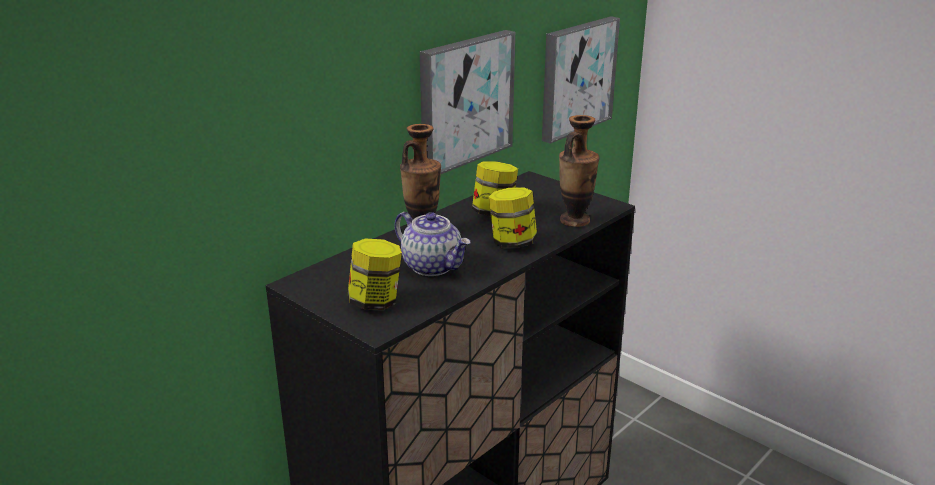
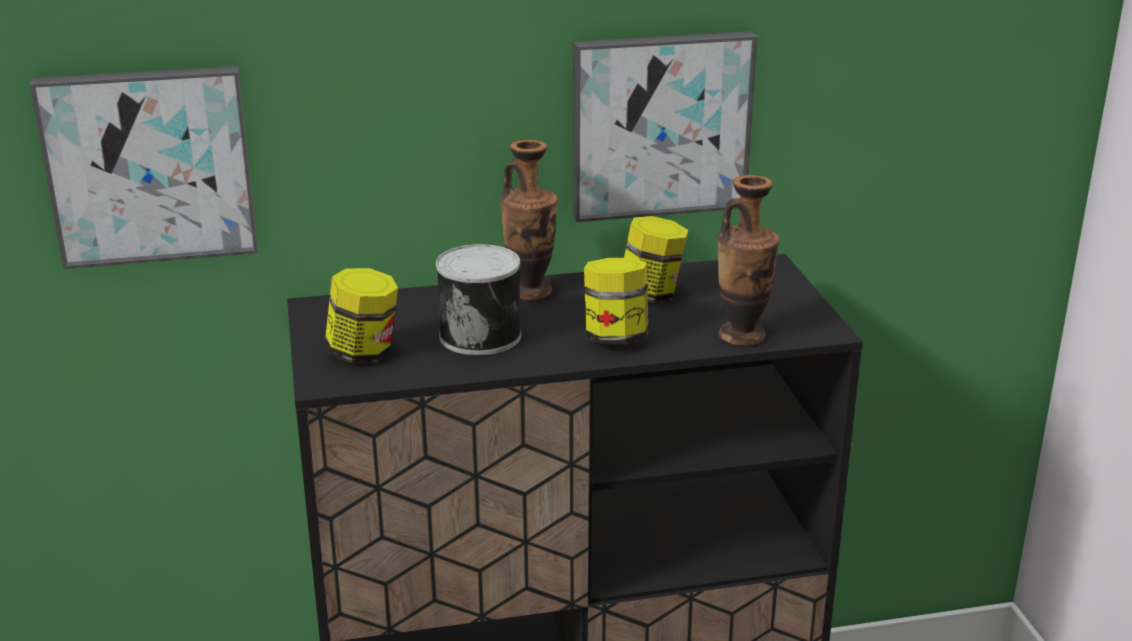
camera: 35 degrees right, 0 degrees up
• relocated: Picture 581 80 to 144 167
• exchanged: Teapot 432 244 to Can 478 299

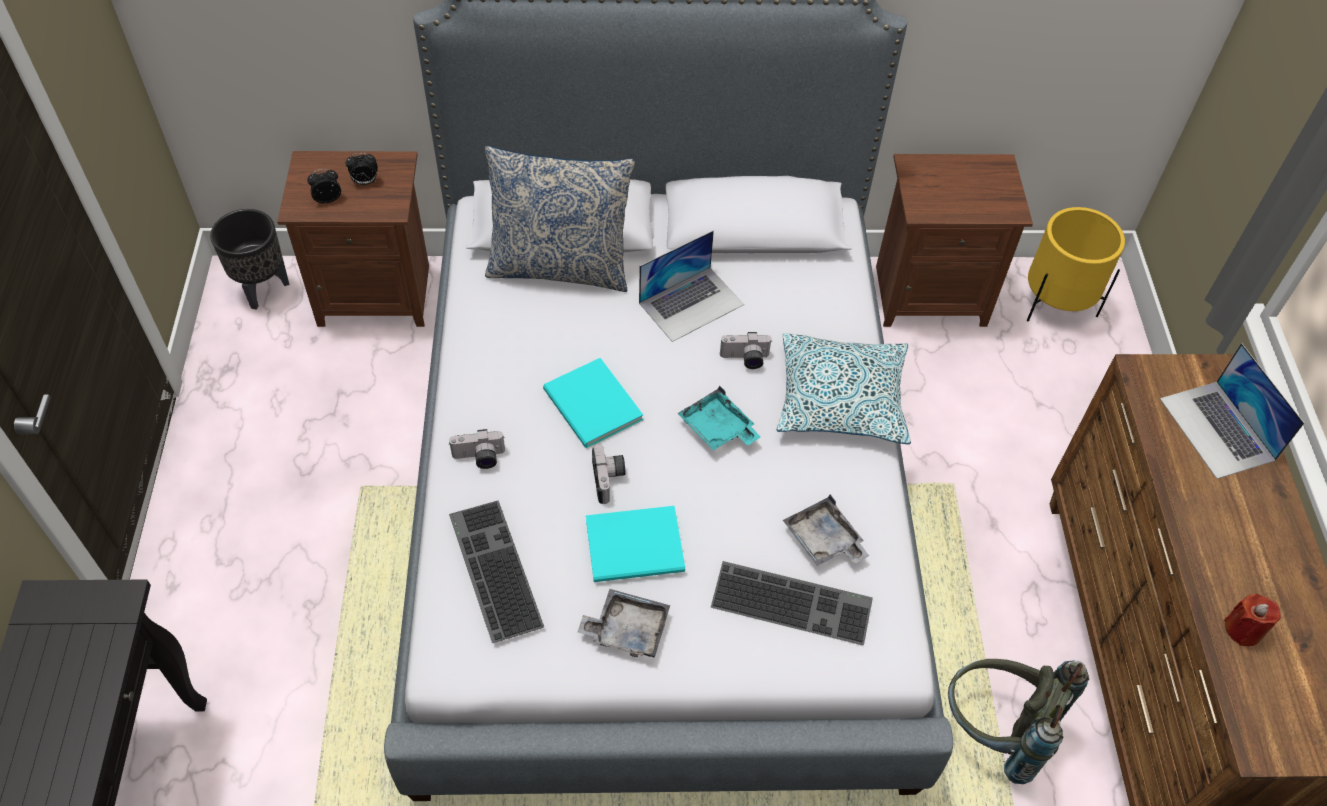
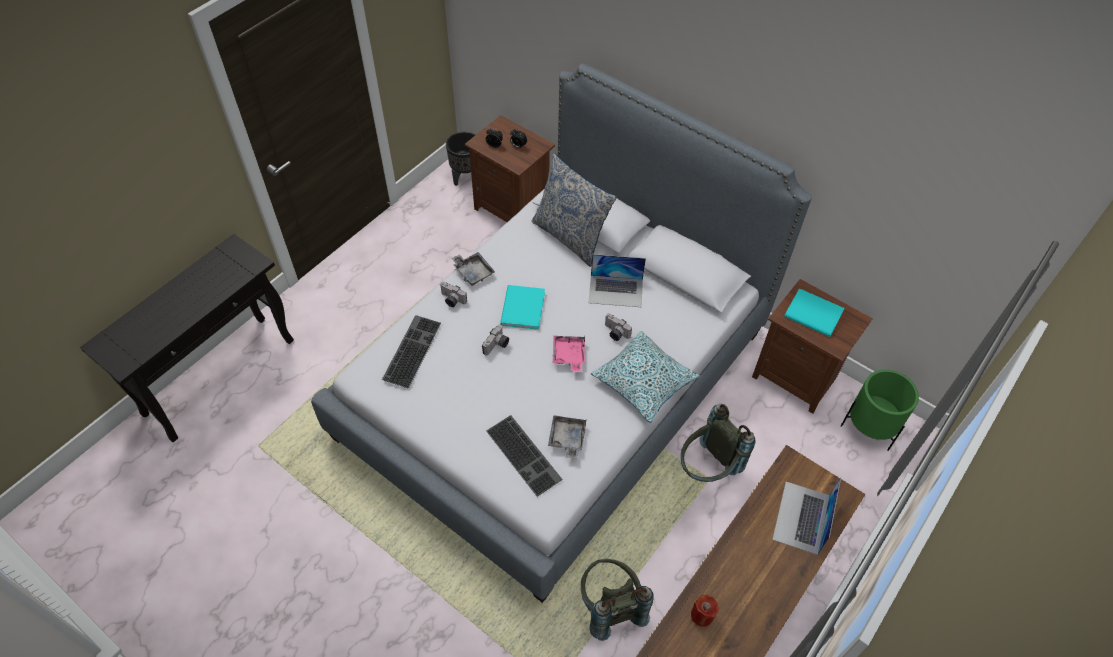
camera: 40 degrees right, 0 degrees up
• colour: YellowPlanter 1076 264 to GreenPlanter 880 410
• colour: TurquoiseTray 719 418 to PinkTray 569 354
• relocated: TurquoiseBook 635 544 to 814 312
• relocated: GreyTray 623 623 to 473 269
• appeared: GreyBackpack 718 443

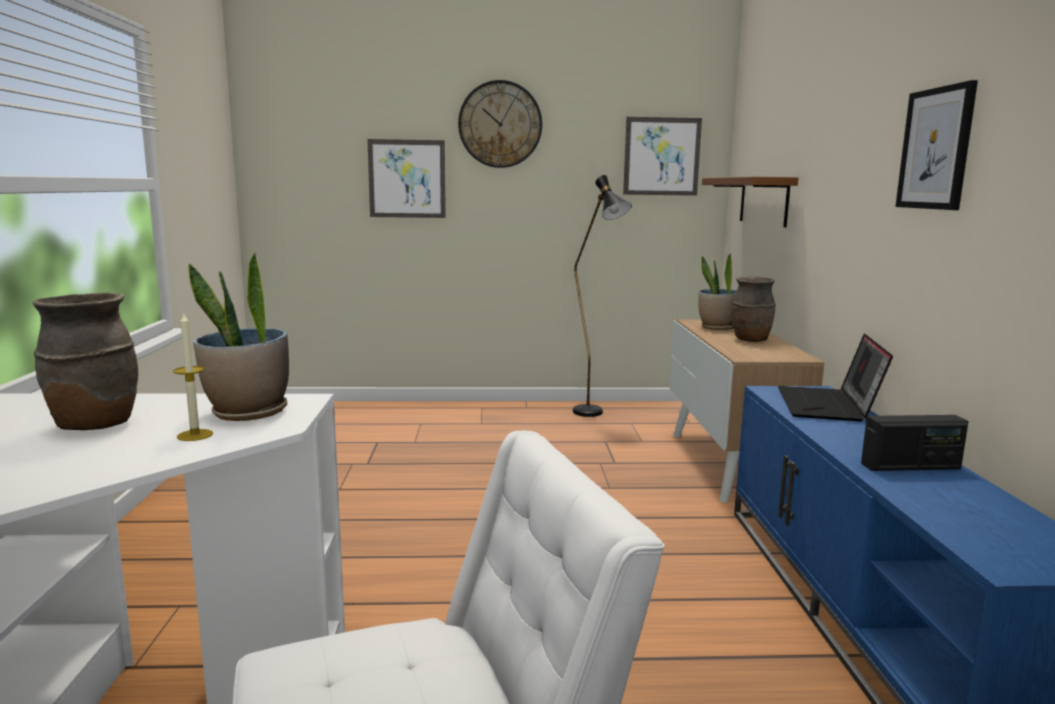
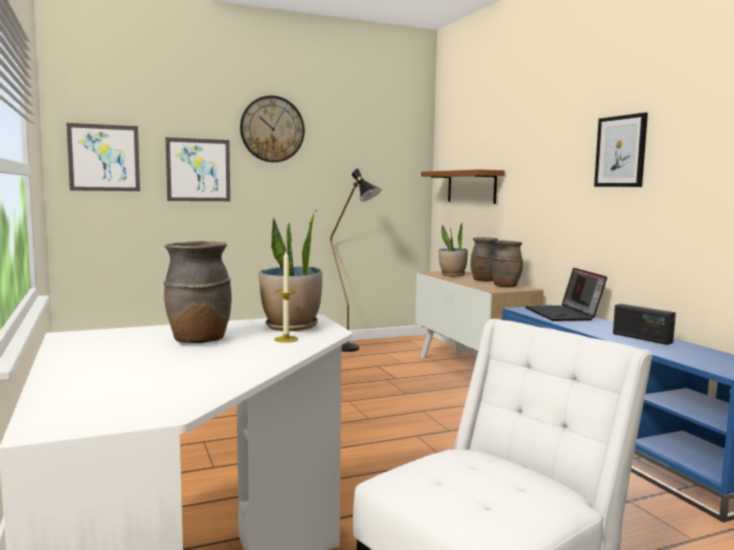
camera: 20 degrees left, 5 degrees down
• relocated: Picture 662 156 to 103 157
• spun: Radio 915 443 = 644 324 75 degrees clockwise
• appeared: BrownVase 507 263

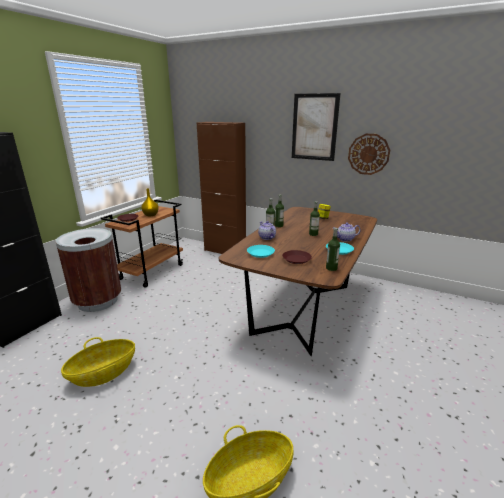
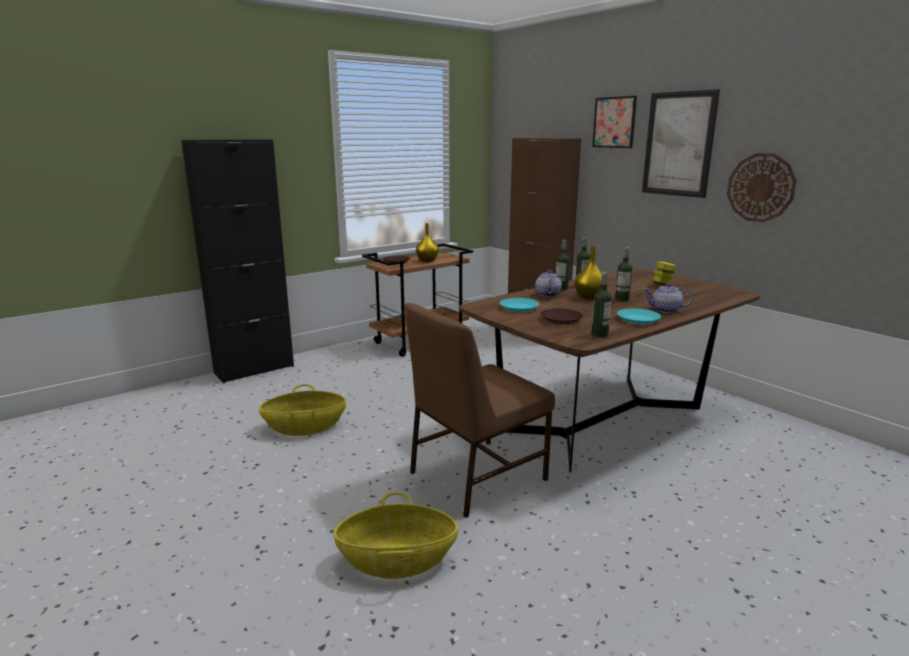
camera: 25 degrees right, 5 degrees down
• missing: BrownTrashCan 88 270
• appeared: Picture 614 122
• appeared: YellowVase 588 273
• appeared: BrownChair 480 410

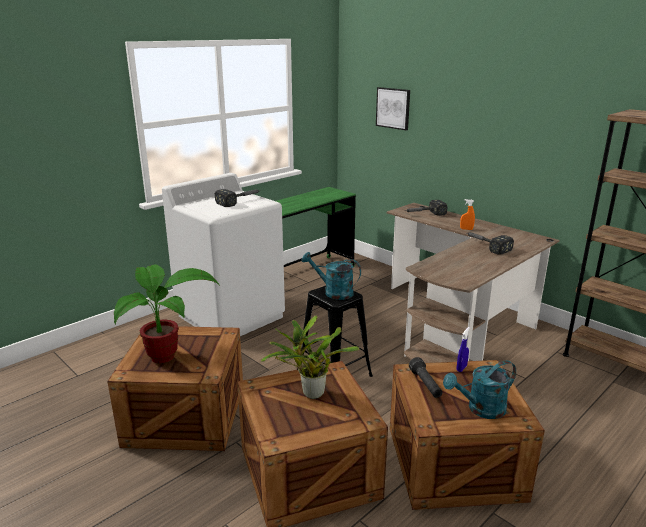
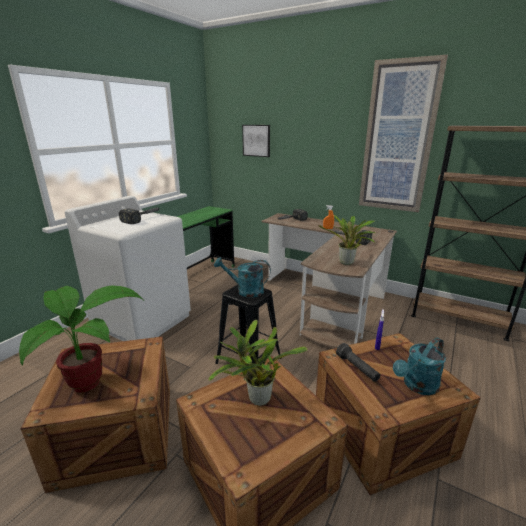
camera: 15 degrees left, 0 degrees up
• appeared: Picture 403 133
• appeared: PottedPlant 347 240

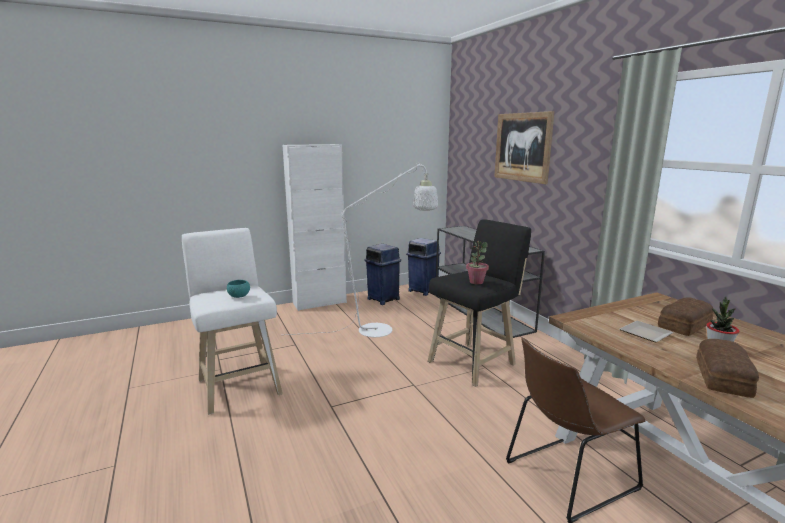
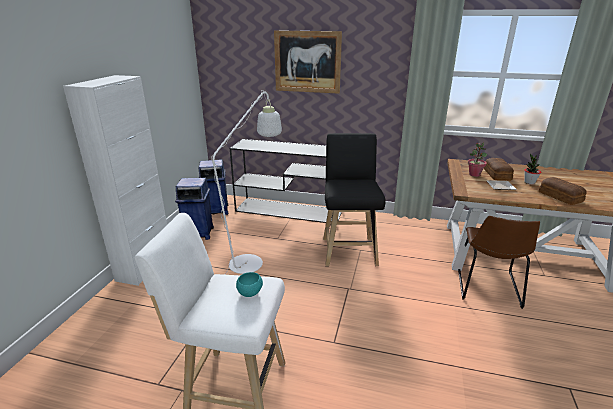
camera: 50 degrees left, 10 degrees up
• relocated: PottedPlant 477 262 to 477 159

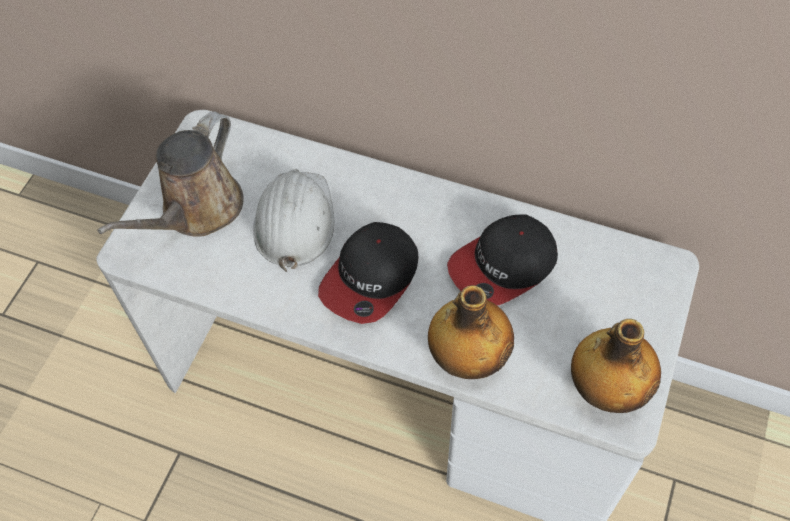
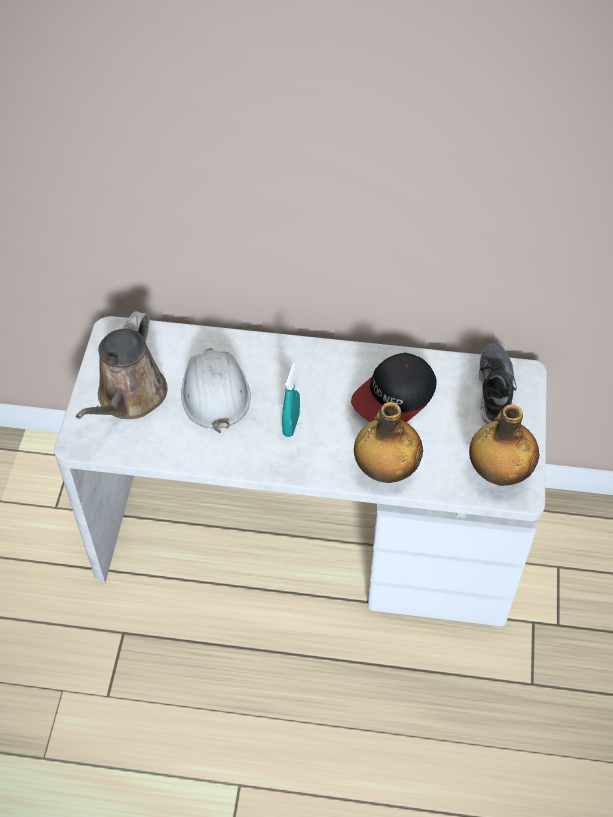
camera: 15 degrees left, 5 degrees down
• exchanged: Cap 368 273 to TurquoiseSprayBottle 291 400
• appeared: Shoe 497 383

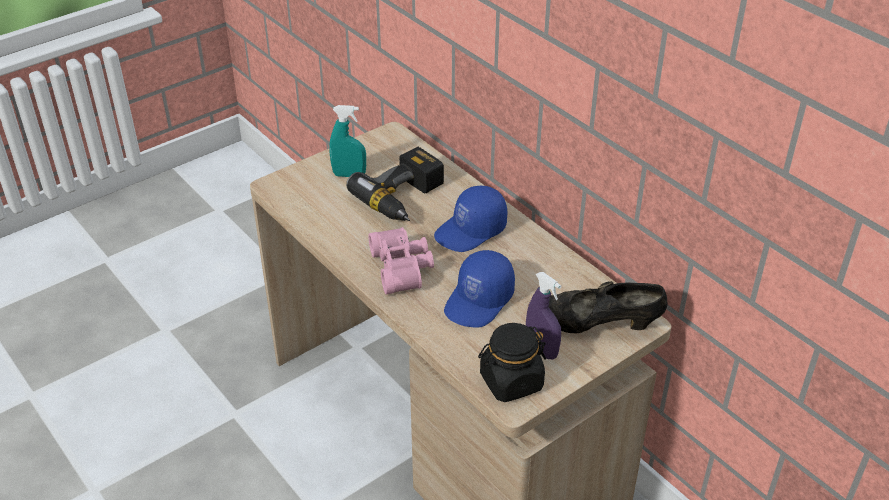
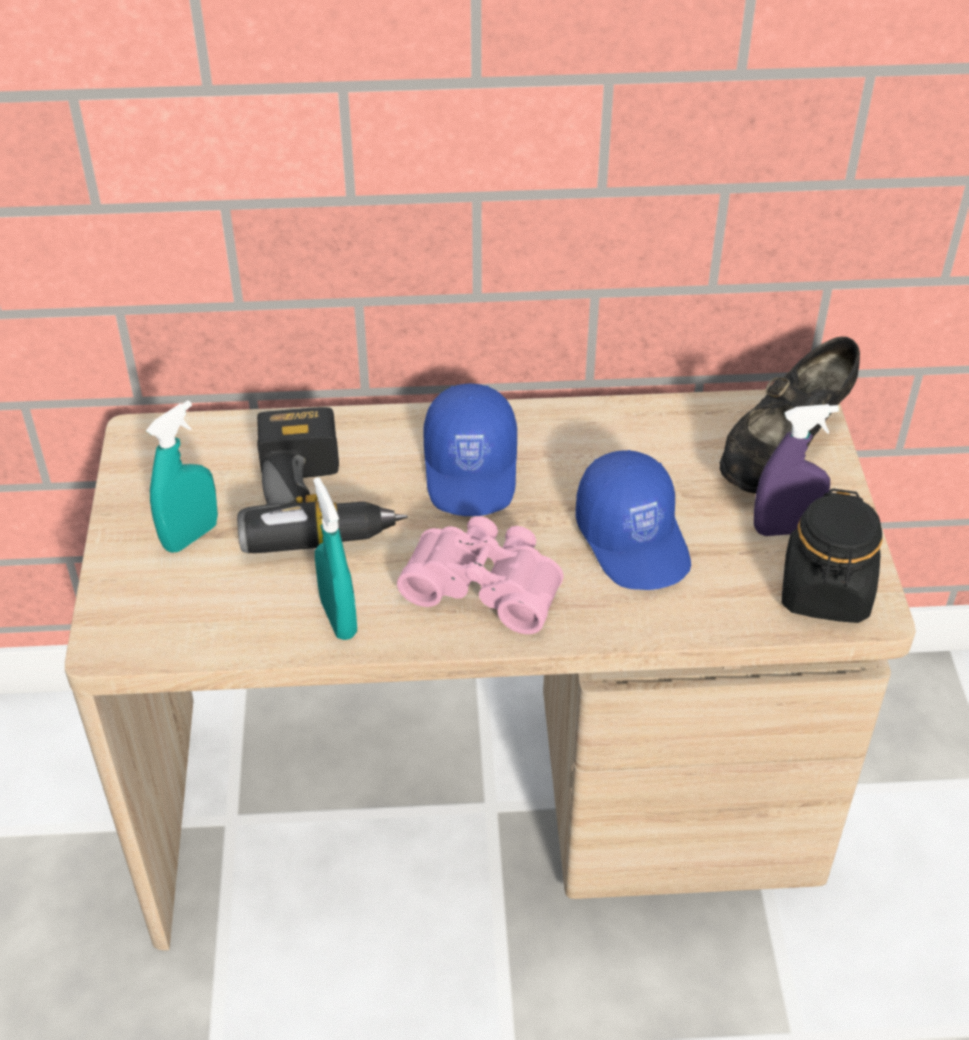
camera: 55 degrees left, 5 degrees up
• appeared: TurquoiseSprayBottle 335 558

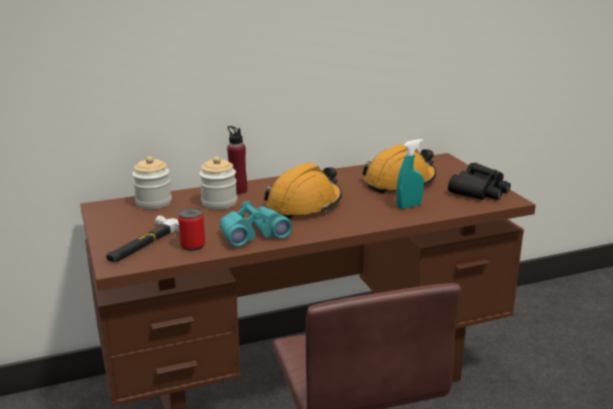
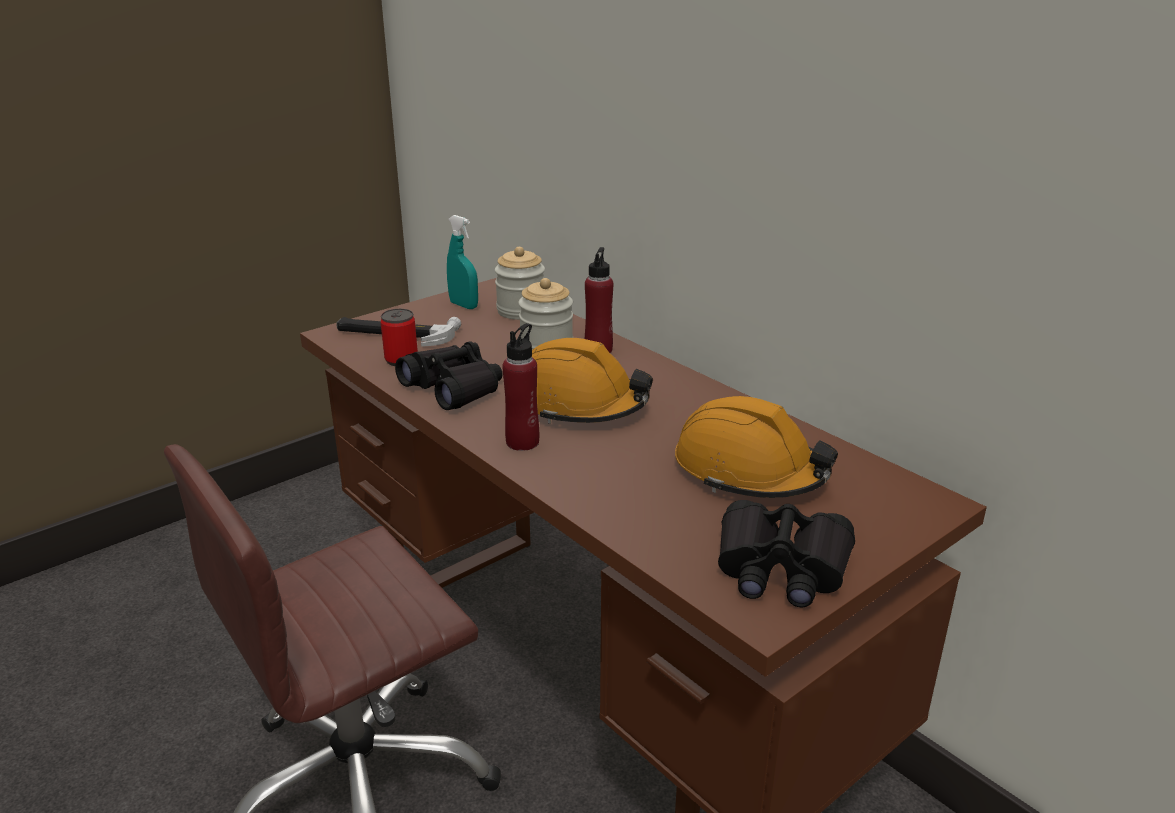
camera: 70 degrees right, 5 degrees up
• relocated: TurquoiseSprayBottle 410 174 to 462 262
• colour: TurquoiseBinoculars 256 224 to BlackBinoculars 449 375
• appeared: RedBottle 520 387

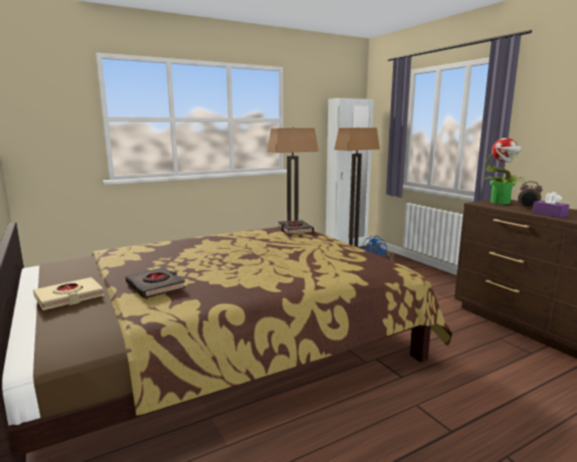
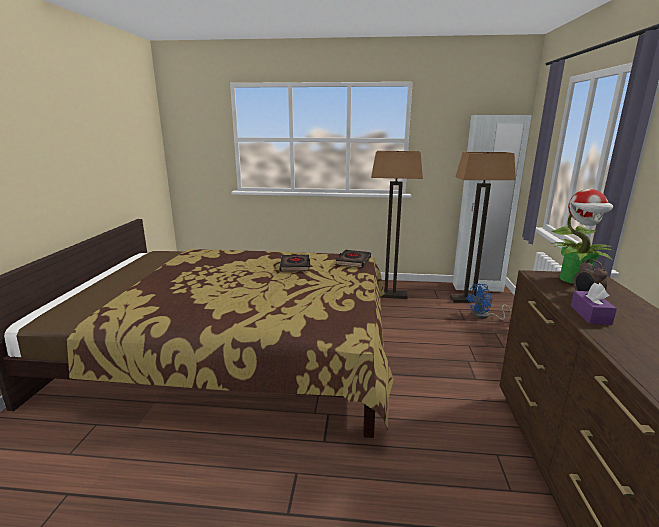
camera: 35 degrees right, 5 degrees up
• relocated: BlackBook 155 282 to 294 263
• missing: BeigeBook 68 293

